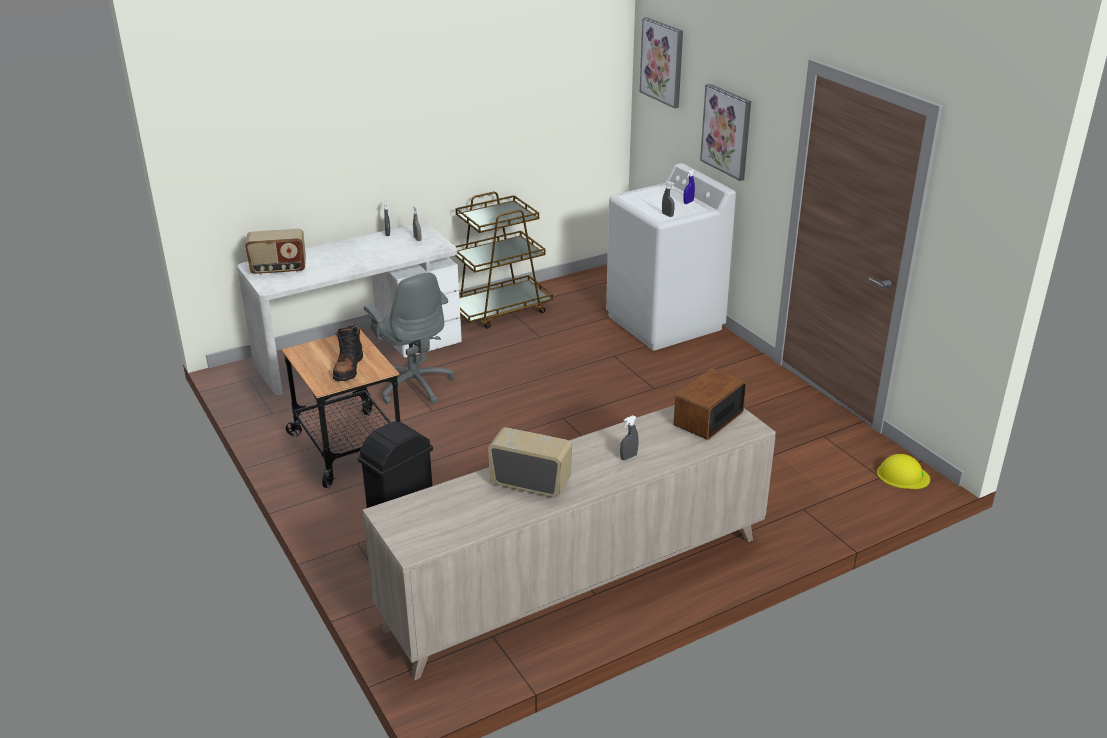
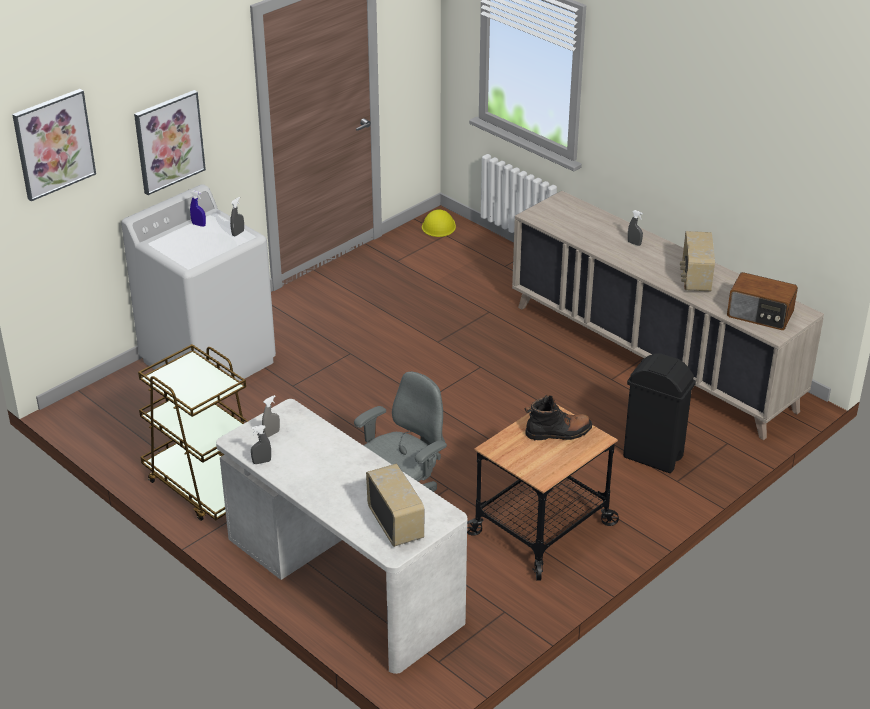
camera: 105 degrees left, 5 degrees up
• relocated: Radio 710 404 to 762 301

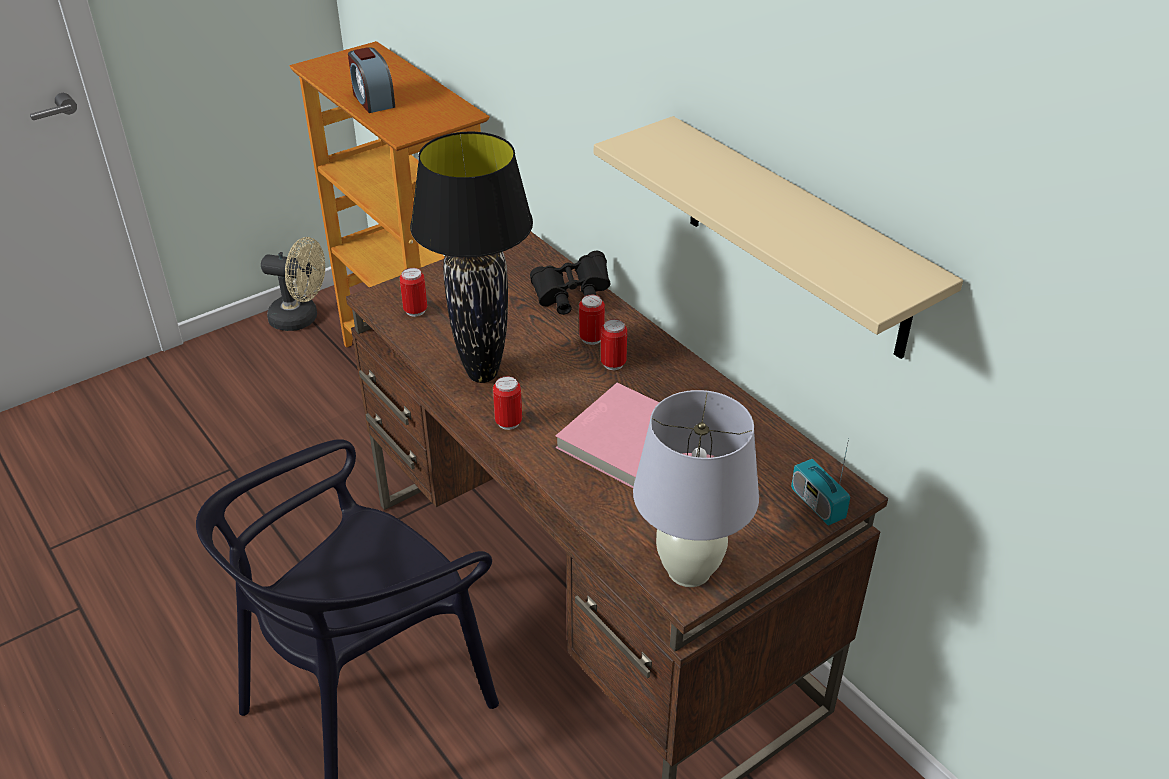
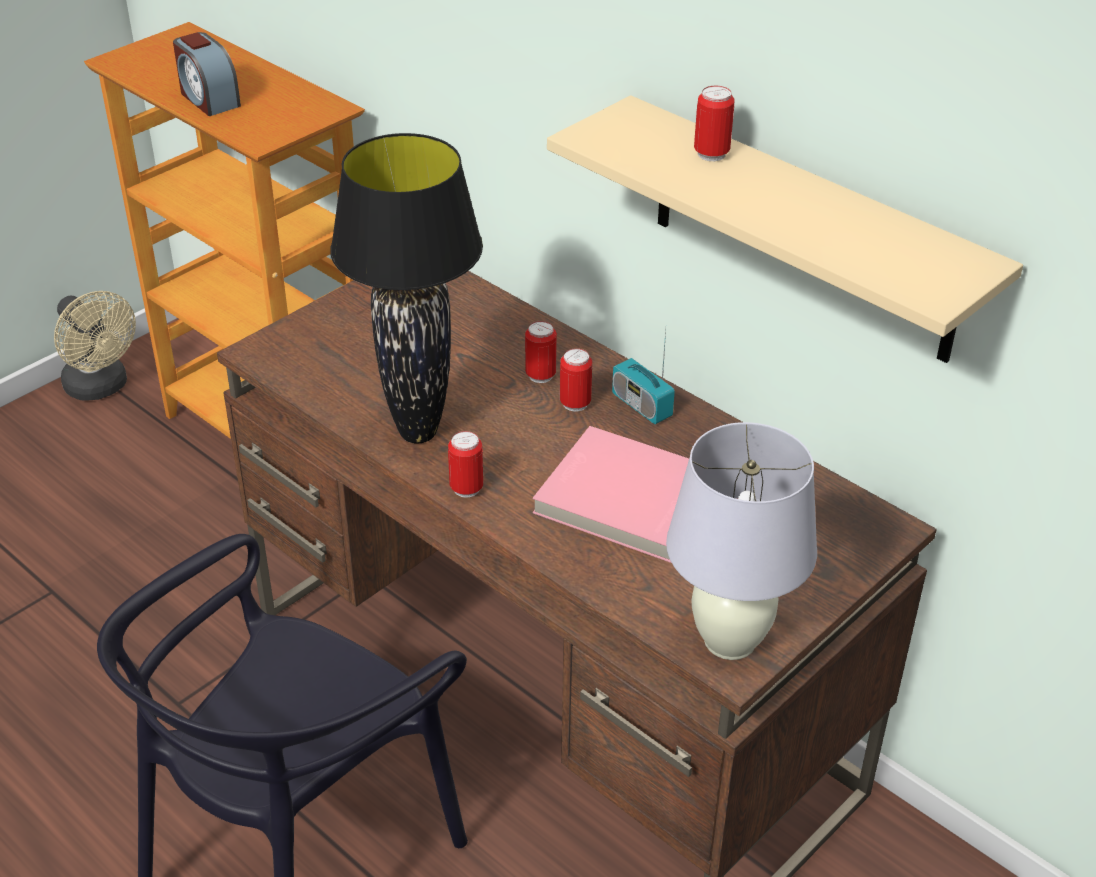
camera: 10 degrees left, 0 degrees up
• spun: BeigeFan 293 284 = 95 346 45 degrees clockwise
• missing: BlackBinoculars 570 283
• relocated: Can 413 292 to 714 123
• relocated: Radio 820 481 to 643 377

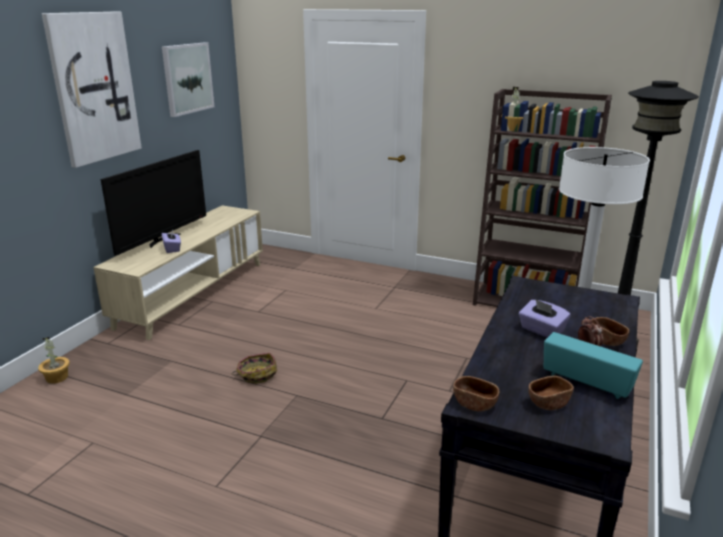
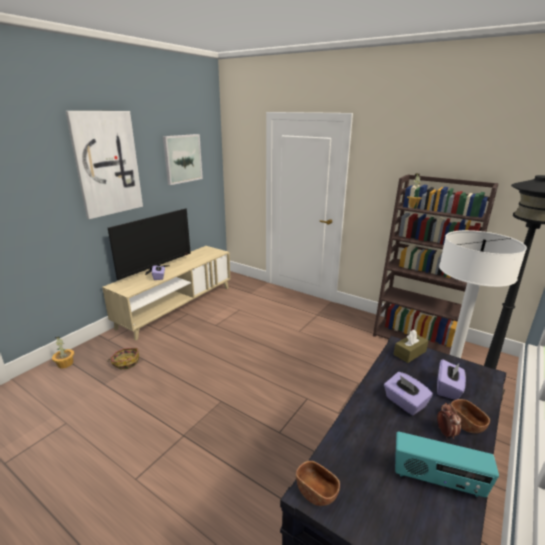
camera: 10 degrees right, 0 degrees up
• spun: Radio 593 365 = 447 464 150 degrees clockwise
• relocated: Basket 254 368 to 123 358
• missing: BrownBowl 551 393
• appeared: BrownTissueBox 411 346
• appeared: PurpleTissueBox 451 379

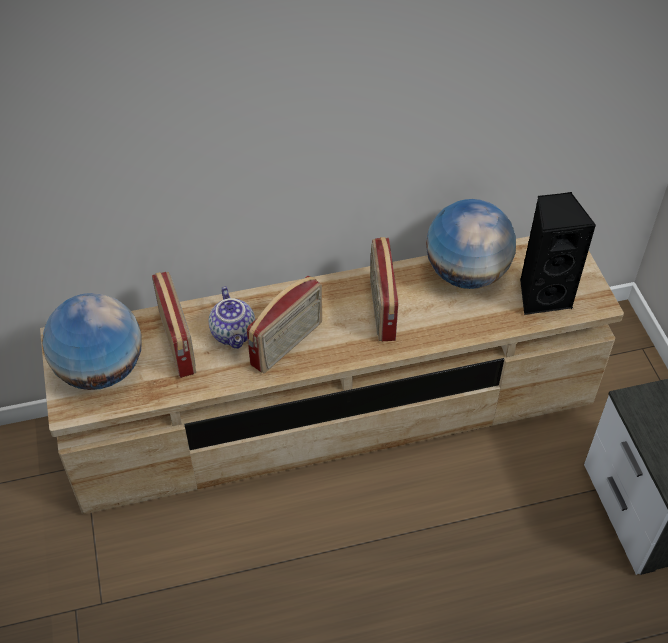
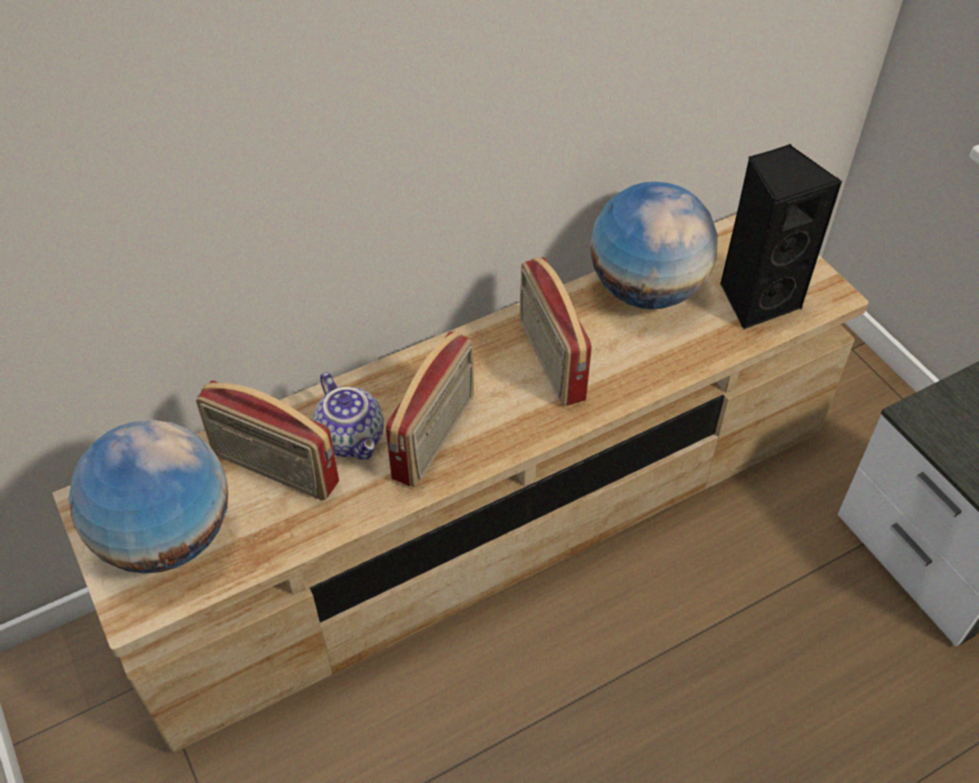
camera: 15 degrees left, 0 degrees up
• spun: Radio 174 325 = 267 440 150 degrees clockwise

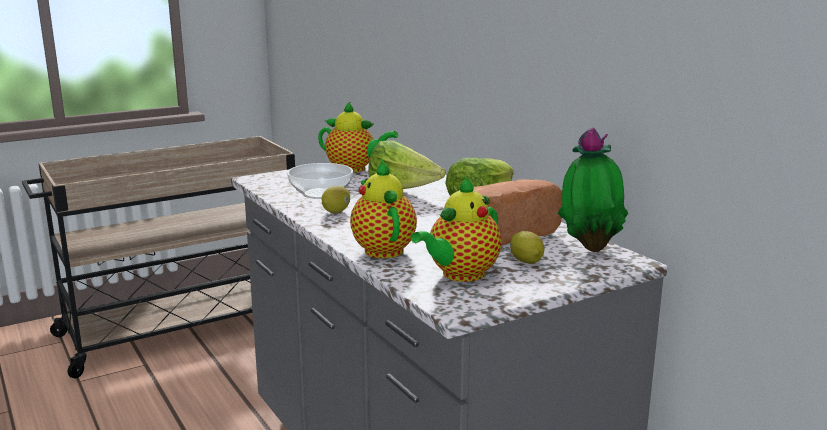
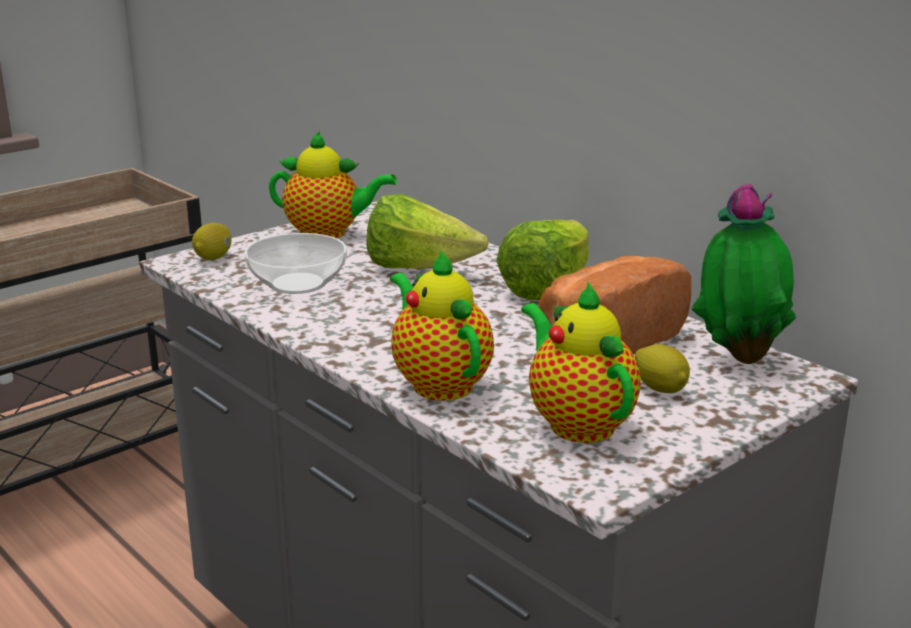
camera: 10 degrees left, 5 degrees up
• spun: Teapot 456 229 = 581 362 120 degrees clockwise
• relocated: Lemon 335 199 to 212 241

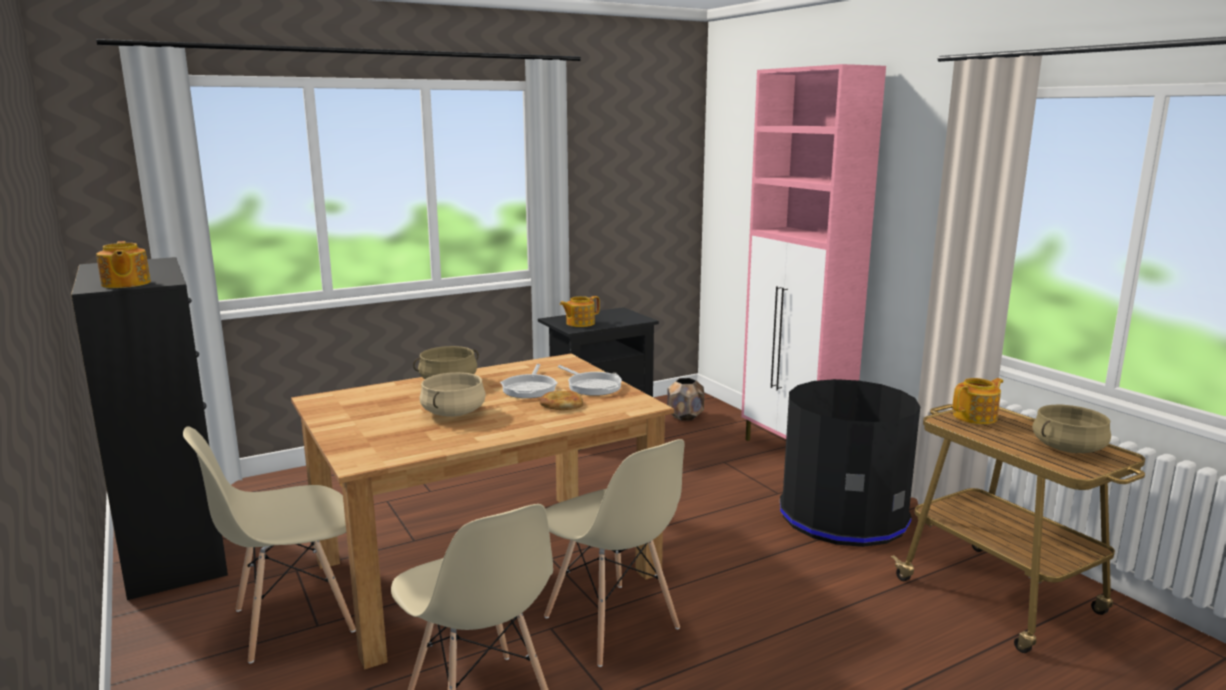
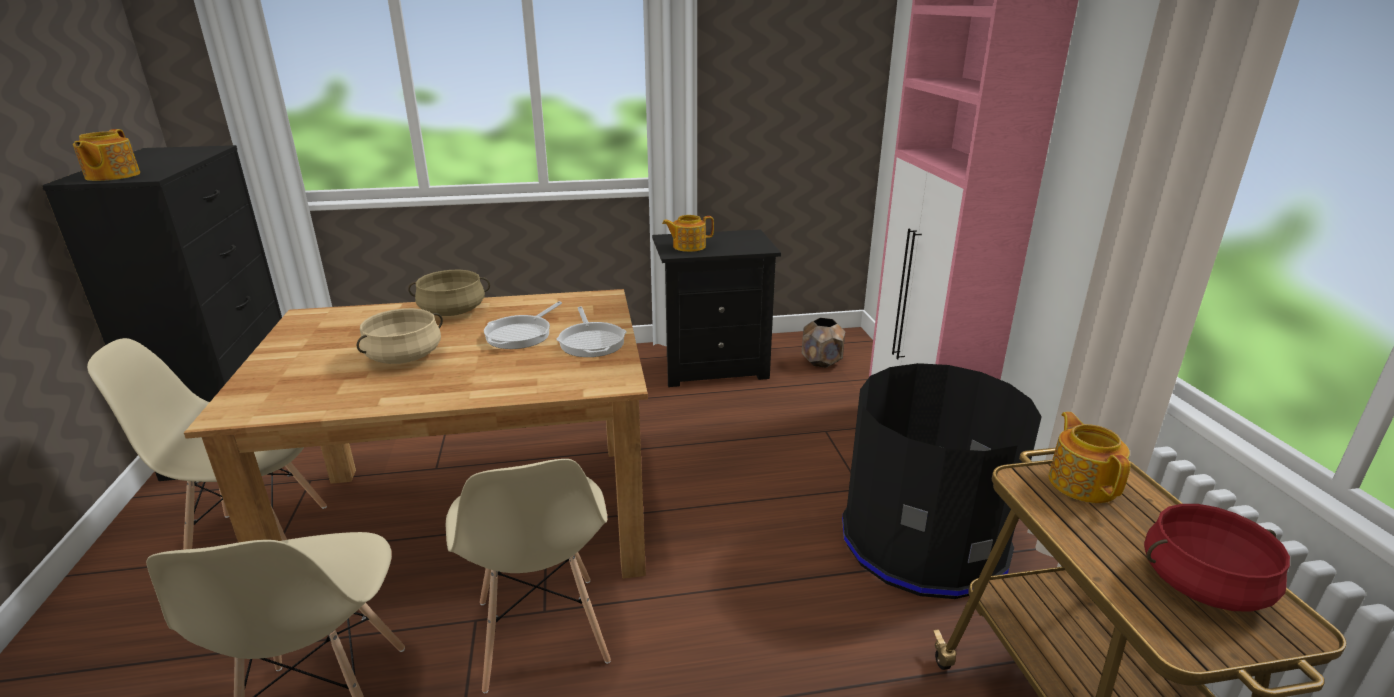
camera: 20 degrees right, 10 degrees up
• spun: Teapot 978 401 = 1089 457 90 degrees counterclockwise
• missing: Bread 561 400
• colour: BeigeCookingPot 1071 429 to RedCookingPot 1217 558

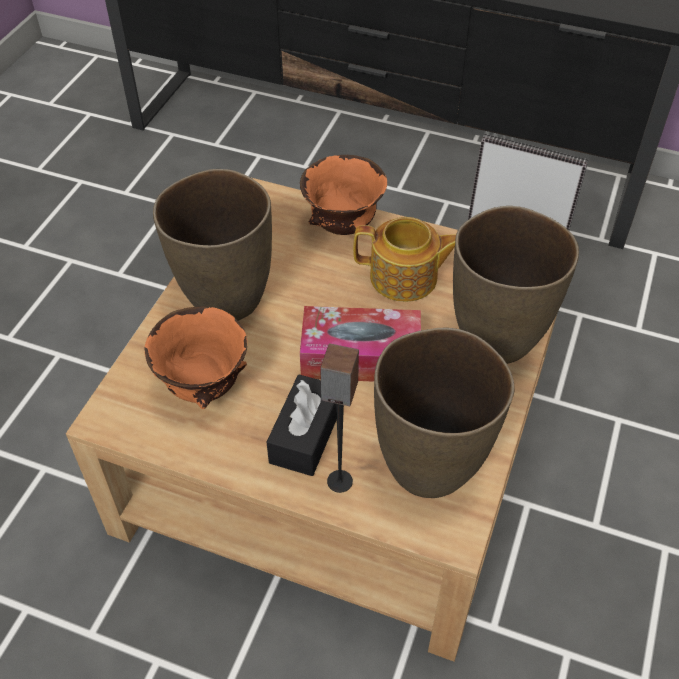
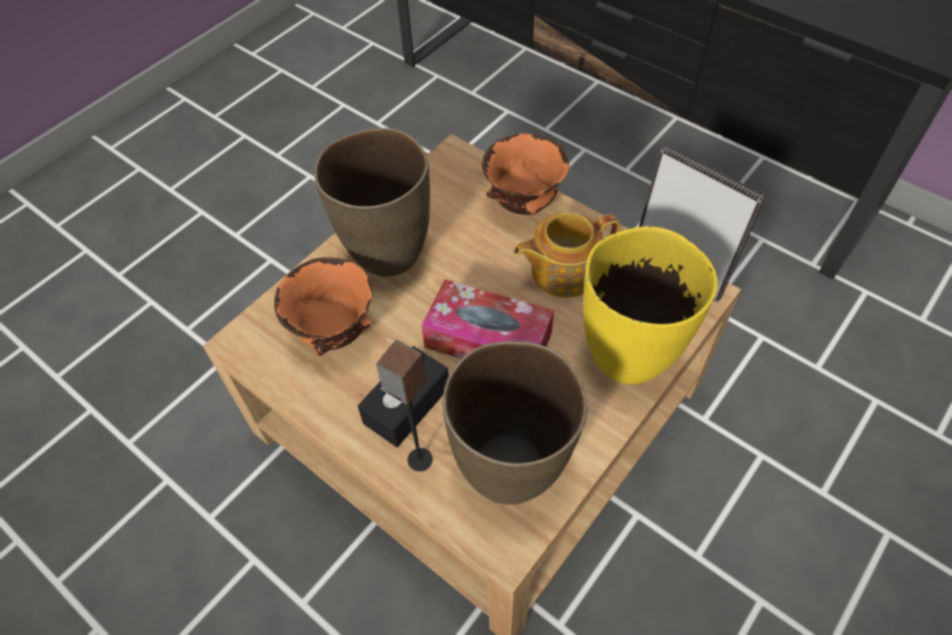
camera: 20 degrees right, 5 degrees up
• colour: BrownVase 516 285 to YellowVase 650 305
• spun: Teapot 404 259 = 566 255 135 degrees clockwise

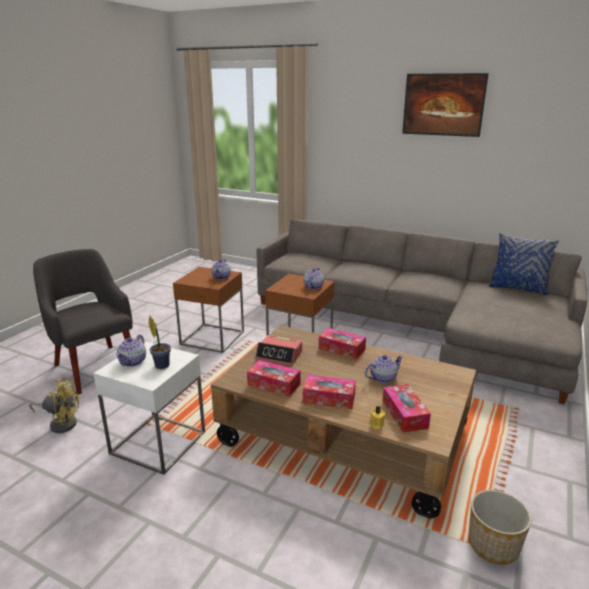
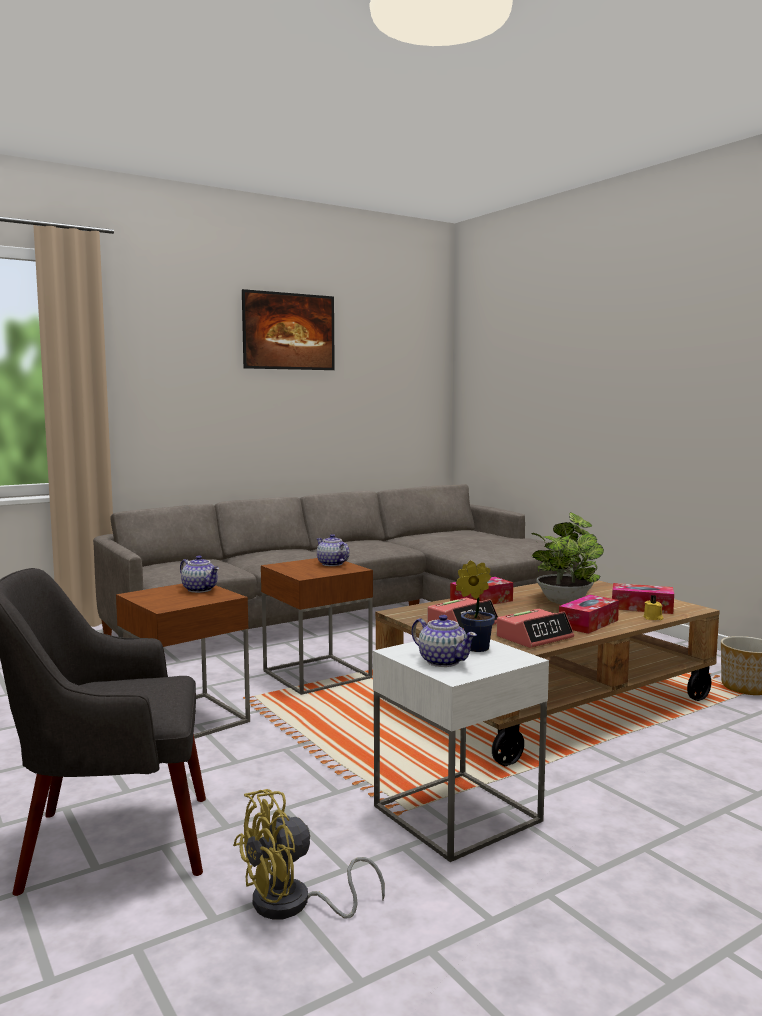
camera: 60 degrees left, 15 degrees down
• missing: BluePillow 523 264
• exchanged: Teapot 384 369 to PottedPlant 567 558
• exchanged: TissueBox 274 378 to AlarmClock 535 628
• spun: YellowFan 54 405 = 309 854 150 degrees counterclockwise

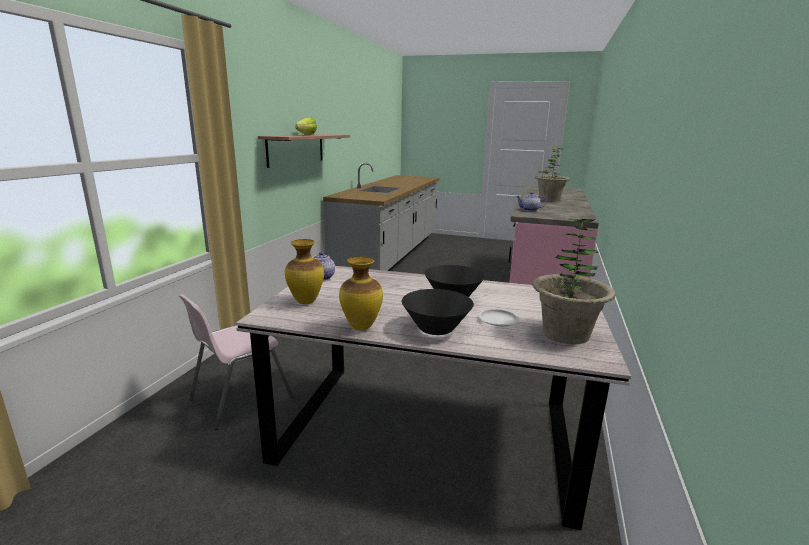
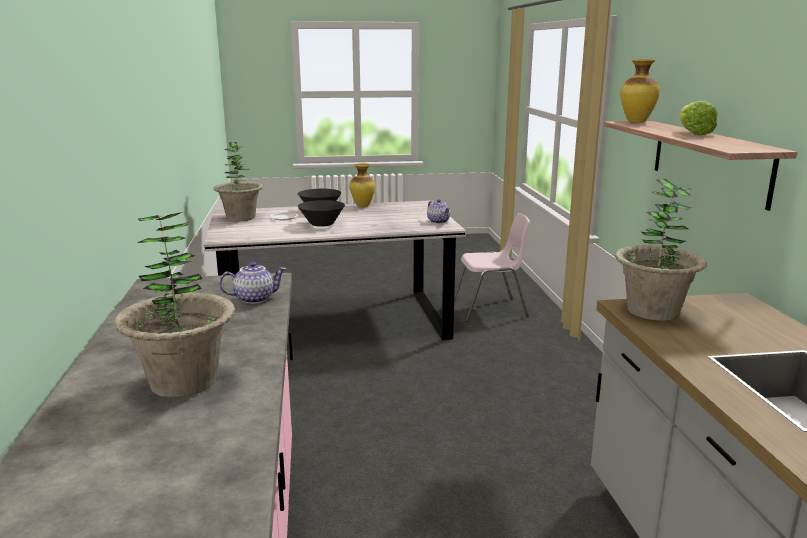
camera: 155 degrees right, 0 degrees up
• relocated: Vase 304 271 to 640 91
• spun: PinkChair 236 362 = 492 267 60 degrees clockwise
• appeared: PottedPlant 661 250

